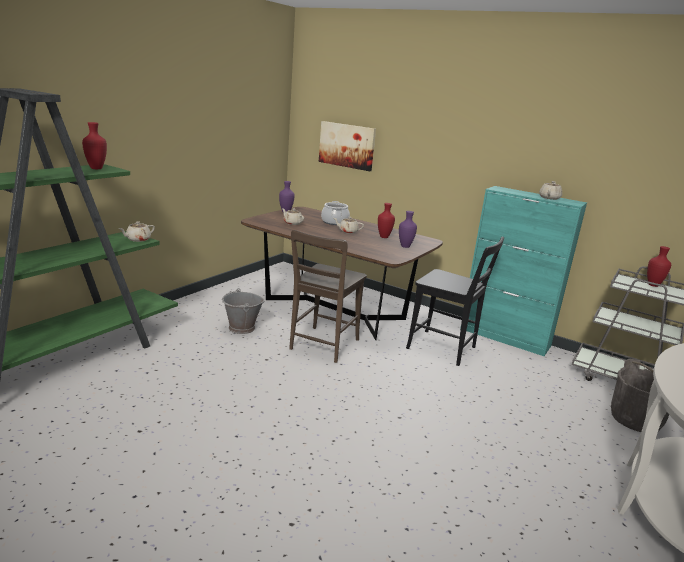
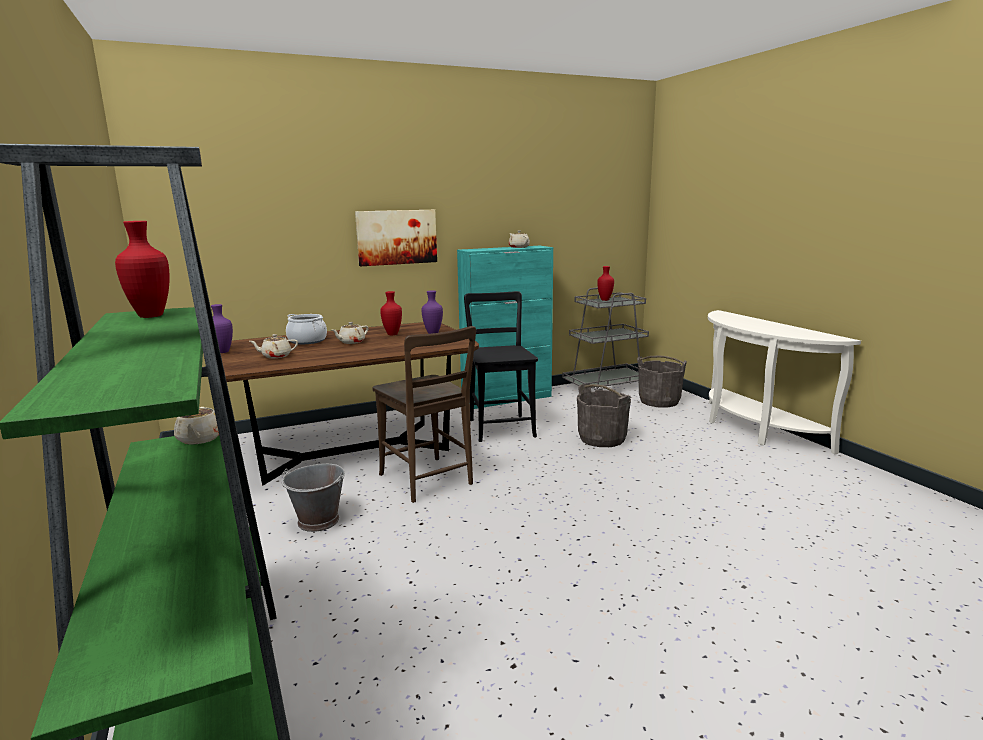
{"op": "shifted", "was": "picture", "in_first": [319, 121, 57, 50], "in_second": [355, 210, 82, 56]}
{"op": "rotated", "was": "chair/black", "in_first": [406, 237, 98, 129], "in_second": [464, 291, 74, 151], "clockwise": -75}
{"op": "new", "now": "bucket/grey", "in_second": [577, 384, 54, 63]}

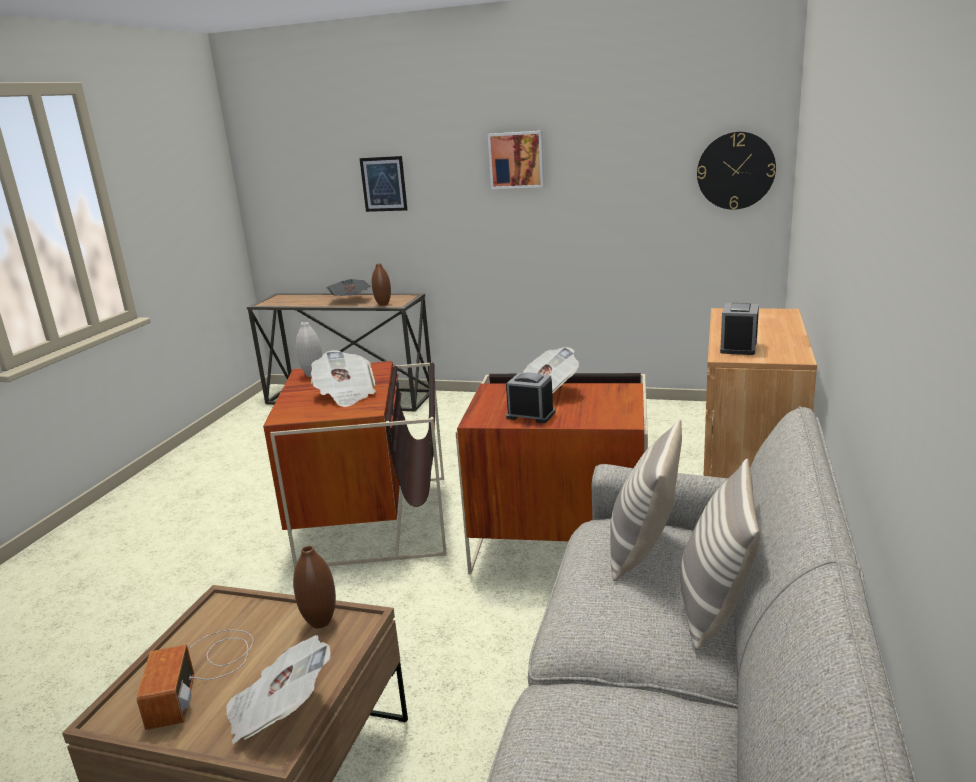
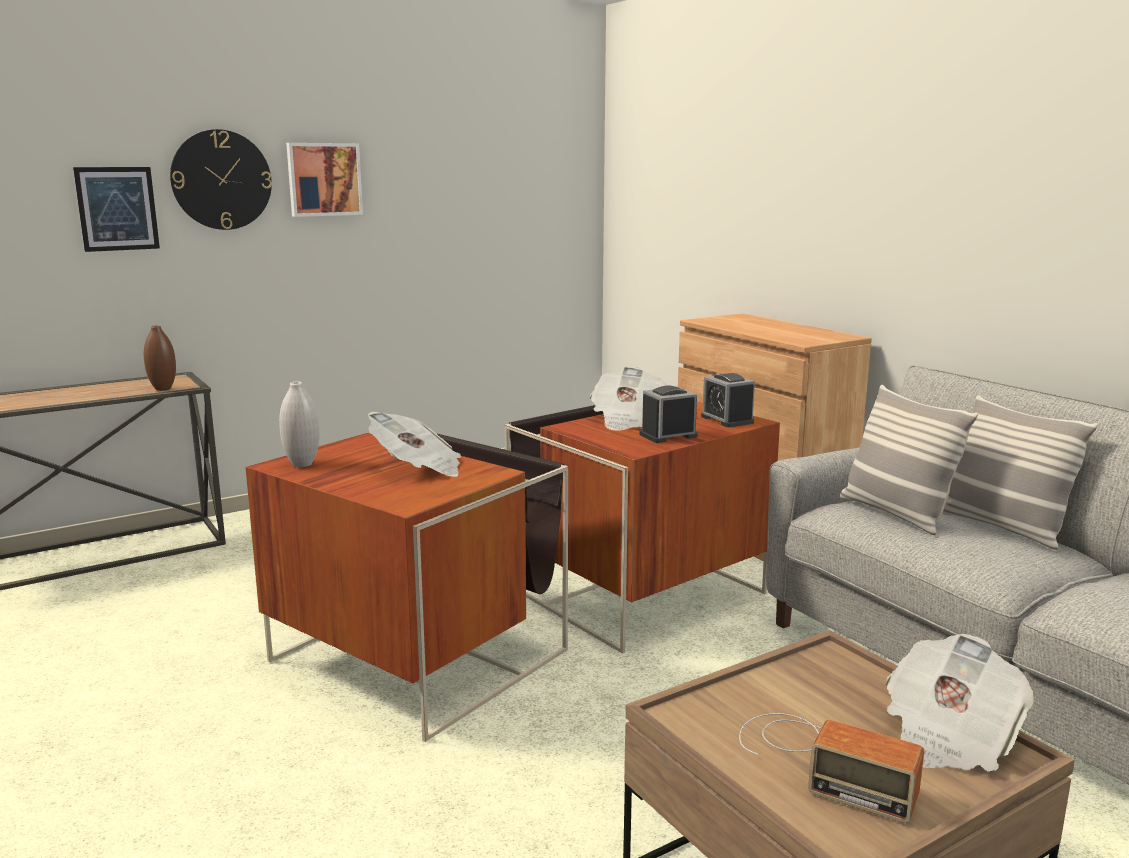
{"op": "gone", "was": "vase/brown", "in_first": [293, 546, 43, 82]}
{"op": "gone", "was": "newspaper", "in_first": [326, 279, 44, 17]}
{"op": "shifted", "was": "wall clock", "in_first": [697, 132, 79, 78], "in_second": [170, 129, 102, 101]}
{"op": "shifted", "was": "alarm clock", "in_first": [720, 303, 39, 52], "in_second": [701, 373, 54, 54]}

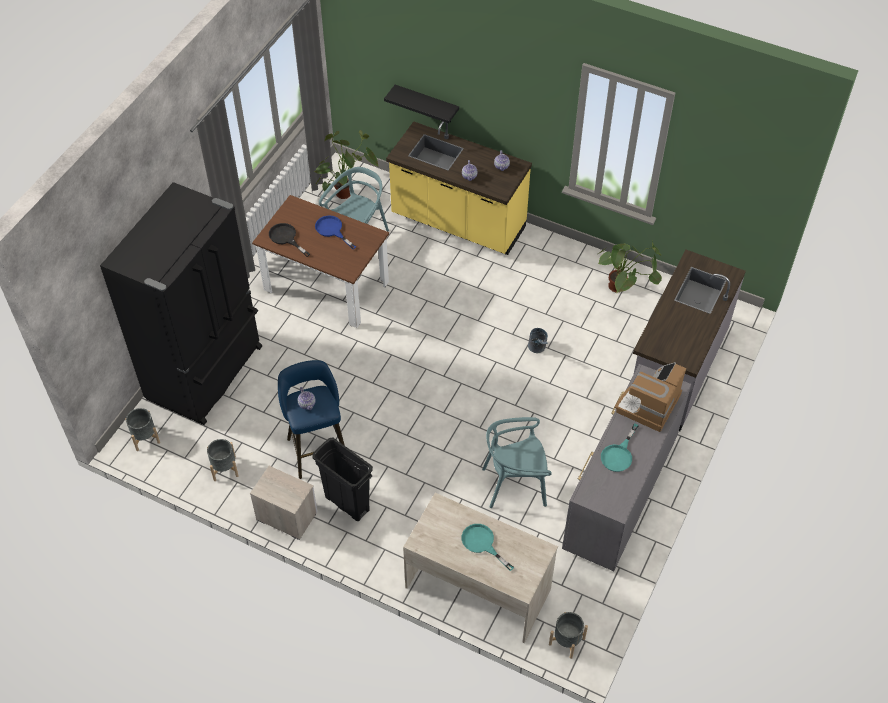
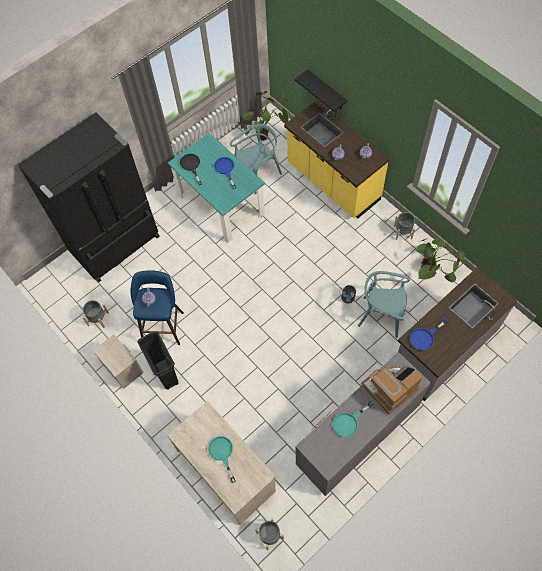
{"op": "shifted", "was": "planter/grey", "in_first": [125, 408, 35, 43], "in_second": [394, 212, 21, 28]}
{"op": "repainted", "was": "dining table/brown", "now": "dining table/turquoise", "in_first": [252, 195, 137, 133], "in_second": [168, 133, 97, 110]}
{"op": "shifted", "was": "chair/turquoise", "in_first": [482, 417, 70, 91], "in_second": [358, 271, 52, 67]}
{"op": "new", "now": "frying pan/blue", "in_second": [410, 318, 39, 32]}

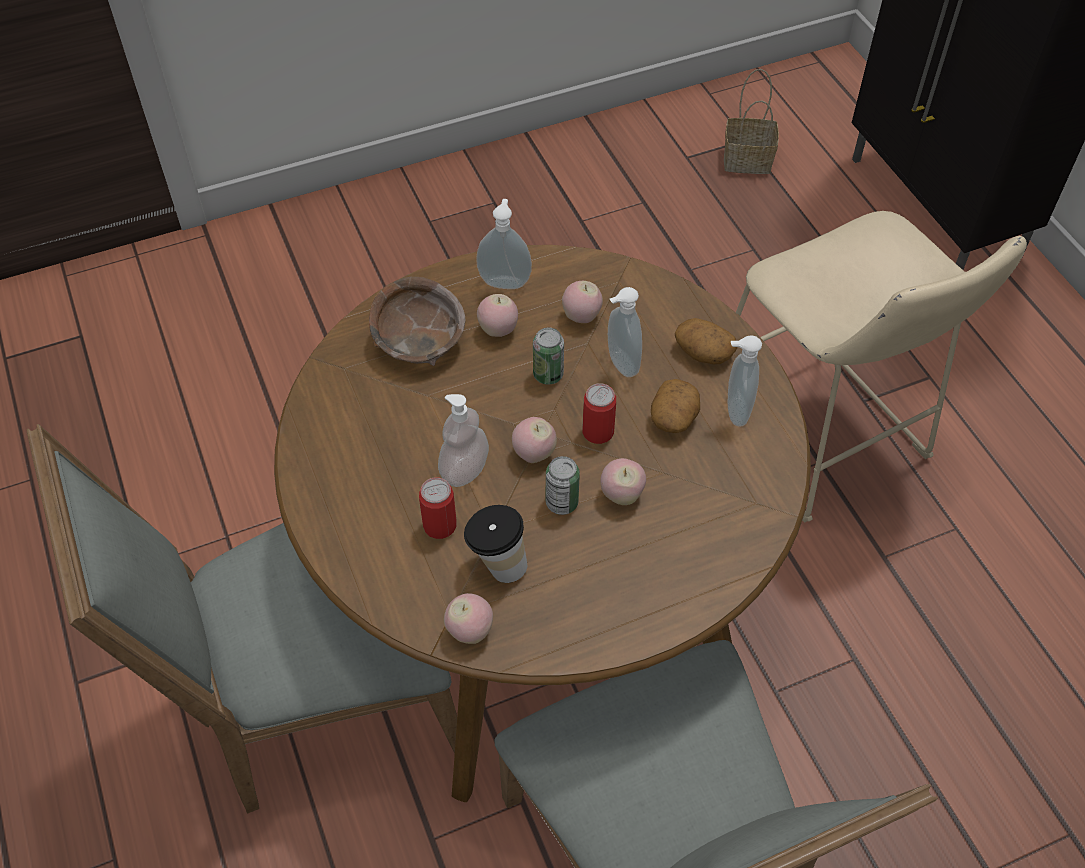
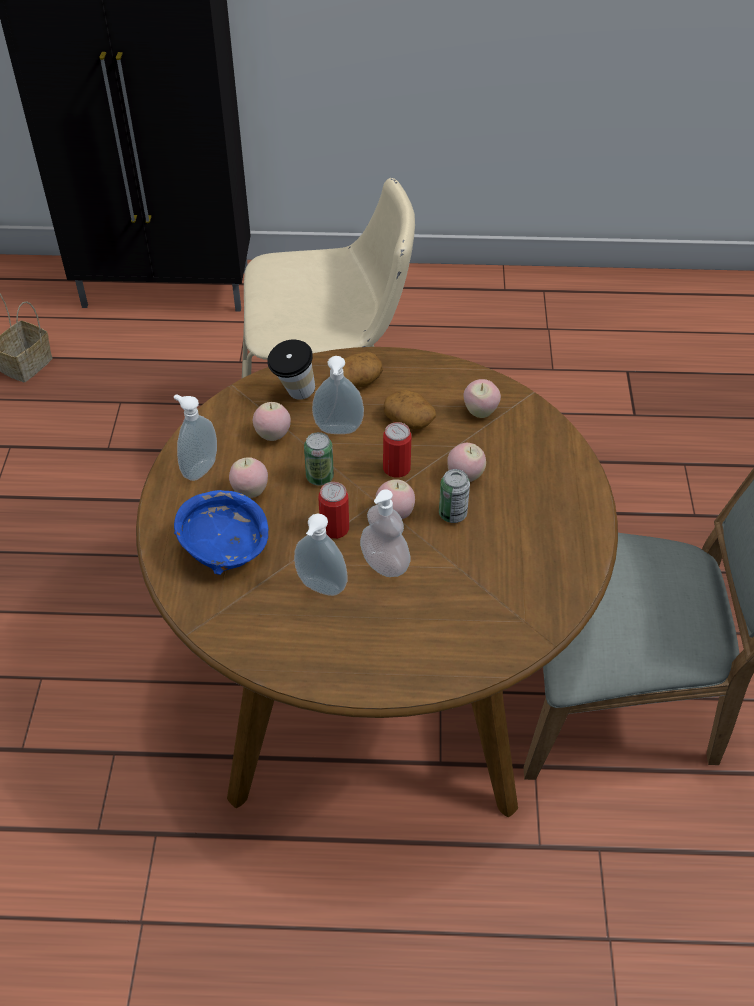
{"op": "gone", "was": "chair/grey", "in_first": [27, 424, 430, 390]}
{"op": "repainted", "was": "bowl/brown", "now": "bowl/blue", "in_first": [369, 277, 97, 89], "in_second": [174, 490, 94, 85]}
{"op": "shifted", "was": "can", "in_first": [419, 477, 38, 62], "in_second": [318, 482, 31, 57]}
{"op": "shifted", "was": "apple", "in_first": [444, 593, 49, 51], "in_second": [463, 379, 38, 39]}
{"op": "shifted", "was": "cup", "in_first": [464, 505, 63, 78], "in_second": [267, 340, 48, 60]}
{"op": "shifted", "was": "soap dispenser", "in_first": [728, 335, 34, 92], "in_second": [294, 513, 53, 83]}

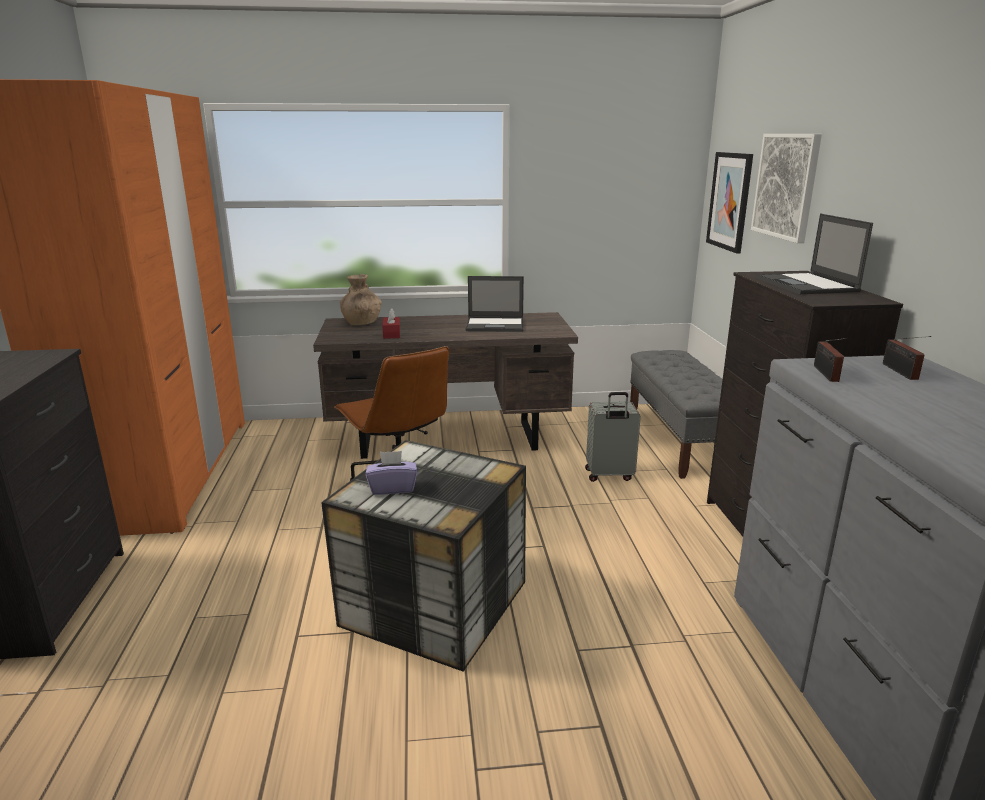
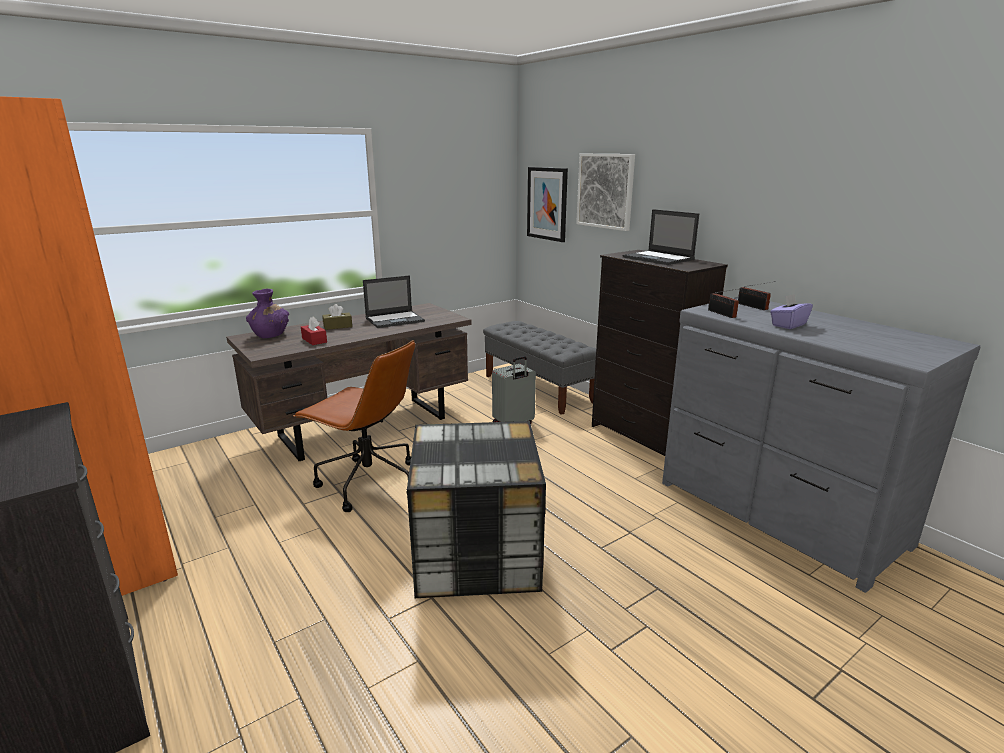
{"op": "repainted", "was": "vase/brown", "now": "vase/purple", "in_first": [340, 274, 42, 51], "in_second": [246, 289, 43, 49]}
{"op": "shifted", "was": "tissue box/purple", "in_first": [366, 451, 51, 44], "in_second": [770, 294, 43, 35]}
{"op": "new", "now": "tissue box/brown", "in_second": [322, 304, 30, 26]}

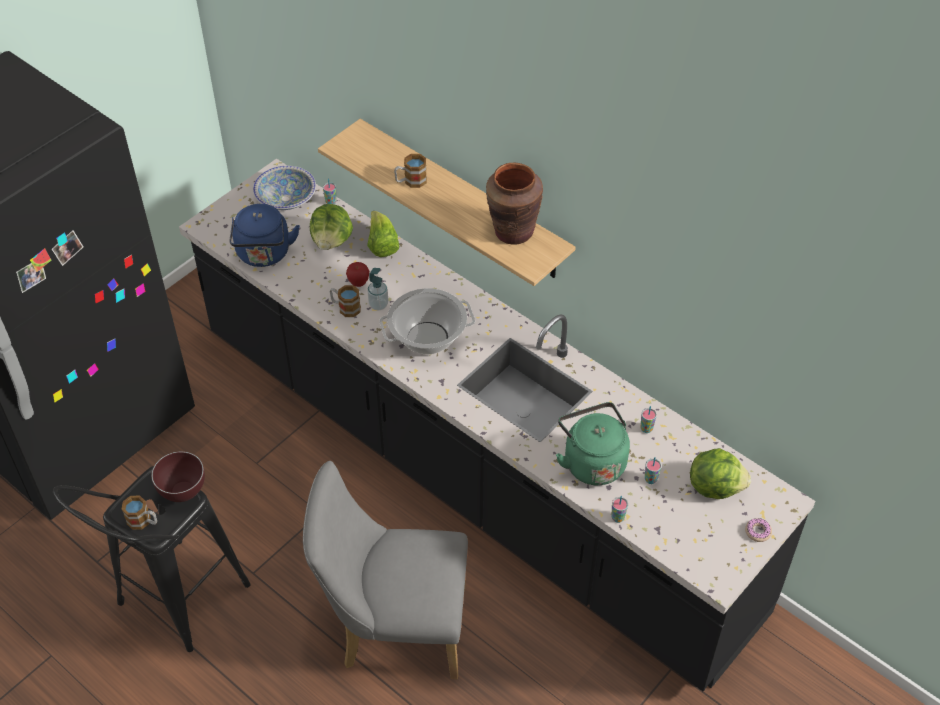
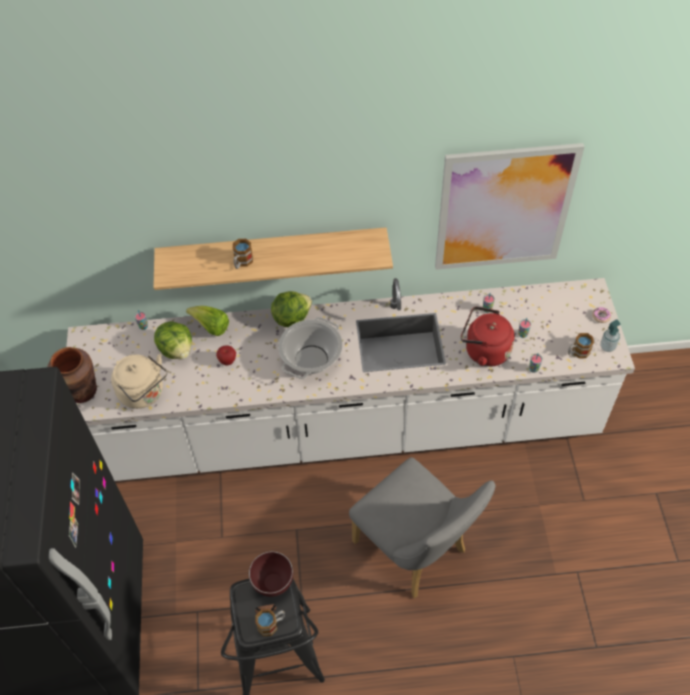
{"op": "repainted", "was": "counter/black", "now": "counter/white", "in_first": [179, 159, 636, 532], "in_second": [66, 278, 569, 203]}
{"op": "repainted", "was": "kettle/blue", "now": "kettle/beige", "in_first": [230, 204, 70, 63], "in_second": [111, 354, 56, 55]}
{"op": "gone", "was": "bowl", "in_first": [253, 166, 63, 44]}
{"op": "rotated", "was": "chair/grey", "in_first": [303, 461, 165, 218], "in_second": [349, 457, 146, 141], "clockwise": -90}
{"op": "shifted", "was": "mug", "in_first": [330, 285, 31, 32], "in_second": [568, 333, 26, 26]}
{"op": "shifted", "was": "soap dispenser", "in_first": [367, 268, 21, 42], "in_second": [600, 319, 20, 33]}
{"op": "shifted", "was": "vase/brown", "in_first": [486, 163, 57, 82], "in_second": [48, 347, 49, 56]}
{"op": "repainted", "was": "kettle/green", "now": "kettle/red", "in_first": [556, 402, 74, 83], "in_second": [461, 306, 54, 61]}
{"op": "shifted", "was": "lettuce", "in_first": [690, 448, 61, 51], "in_second": [271, 291, 41, 36]}
{"op": "new", "now": "picture", "in_second": [435, 143, 149, 127]}

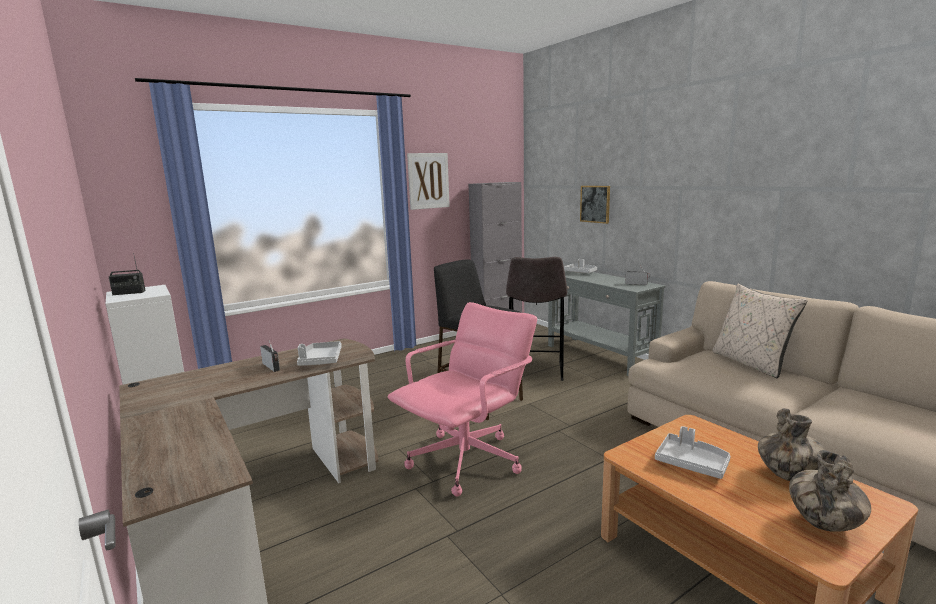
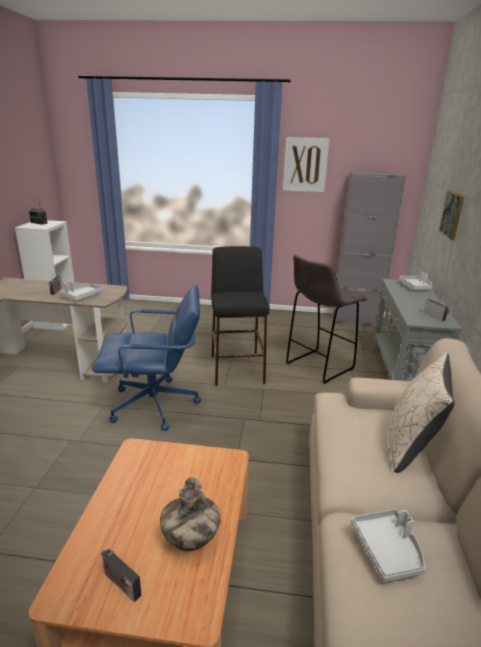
{"op": "repainted", "was": "office chair/pink", "now": "office chair/blue", "in_first": [388, 302, 149, 195], "in_second": [92, 285, 109, 146]}
{"op": "shifted", "was": "tray/grey", "in_first": [655, 426, 75, 53], "in_second": [351, 509, 74, 73]}
{"op": "swapped", "was": "vase", "now": "radio", "in_first": [789, 450, 82, 82], "in_second": [101, 549, 40, 53]}

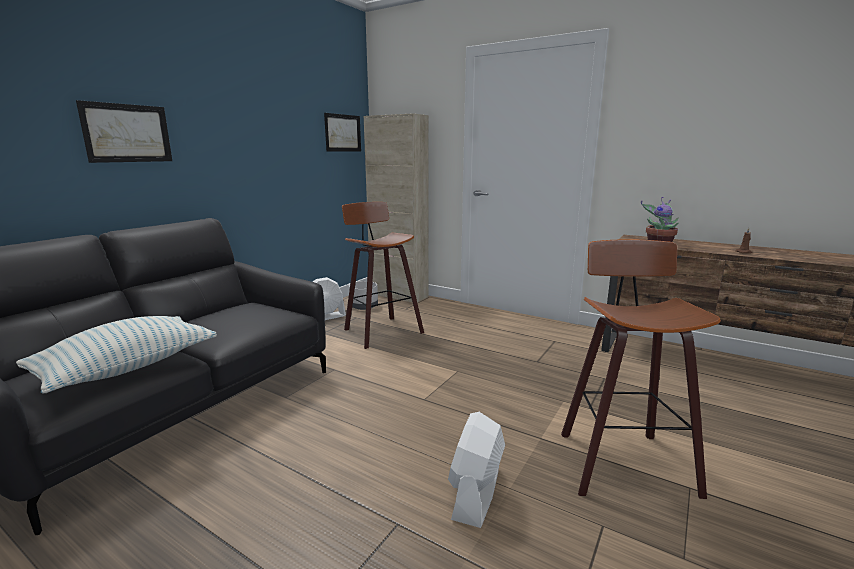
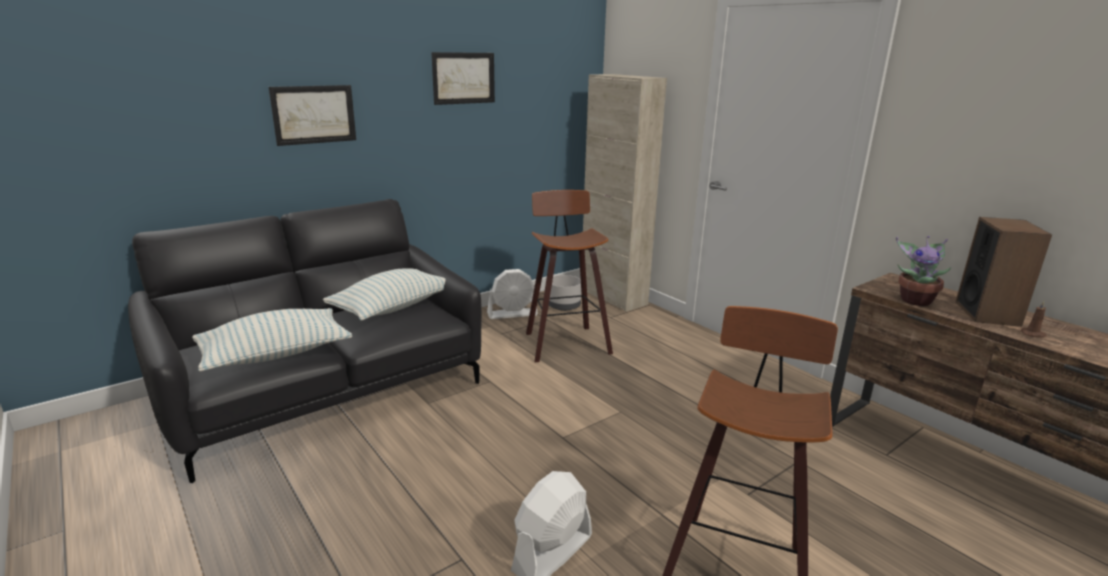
{"op": "shifted", "was": "picture", "in_first": [324, 113, 37, 38], "in_second": [431, 52, 64, 53]}
{"op": "new", "now": "pillow", "in_second": [323, 268, 122, 52]}
{"op": "new", "now": "speaker", "in_second": [955, 217, 97, 110]}

